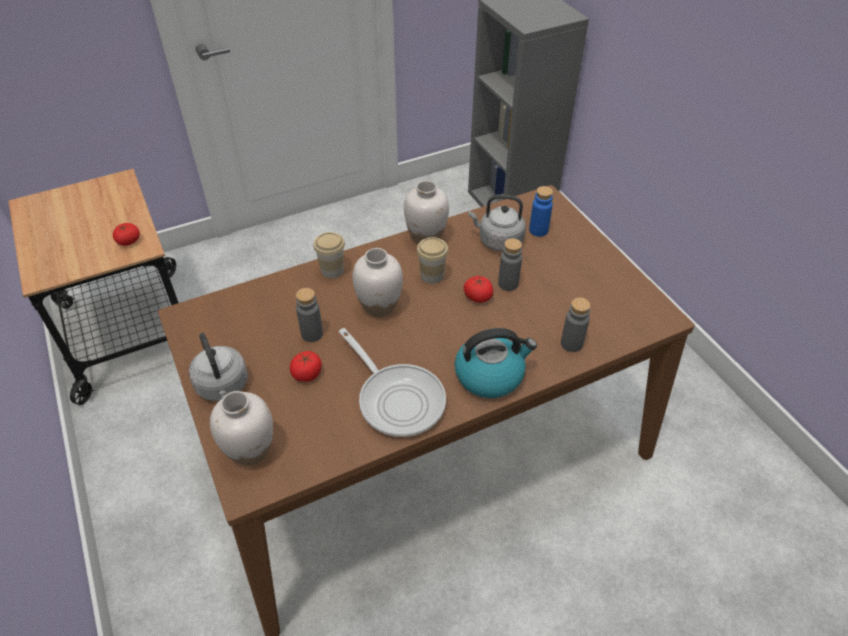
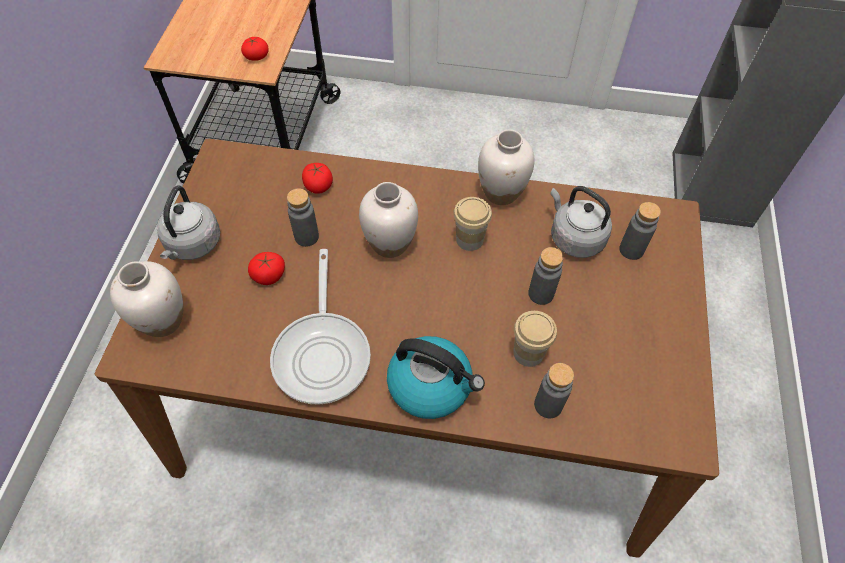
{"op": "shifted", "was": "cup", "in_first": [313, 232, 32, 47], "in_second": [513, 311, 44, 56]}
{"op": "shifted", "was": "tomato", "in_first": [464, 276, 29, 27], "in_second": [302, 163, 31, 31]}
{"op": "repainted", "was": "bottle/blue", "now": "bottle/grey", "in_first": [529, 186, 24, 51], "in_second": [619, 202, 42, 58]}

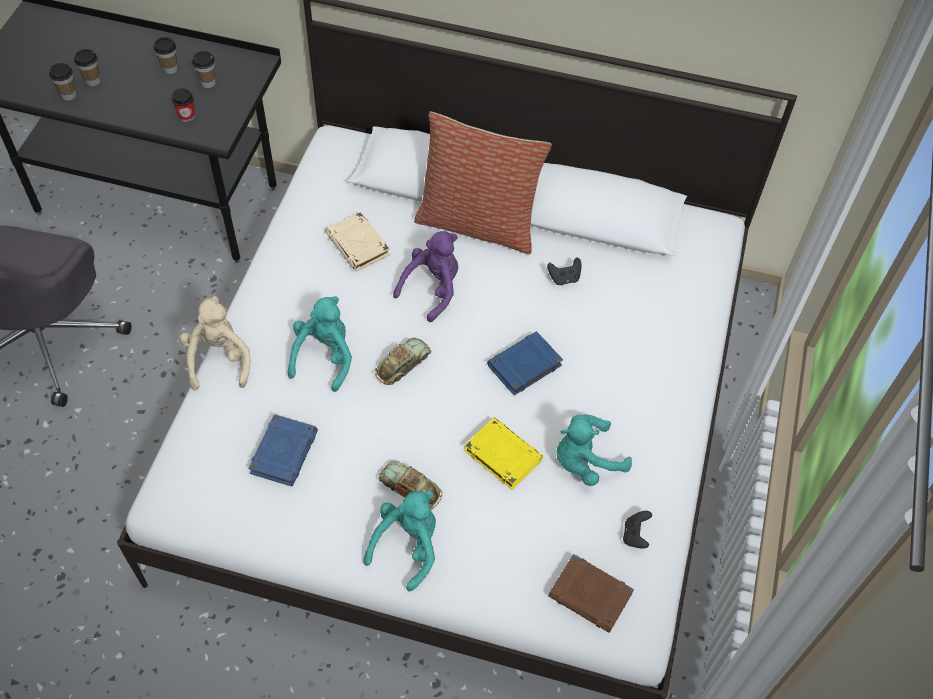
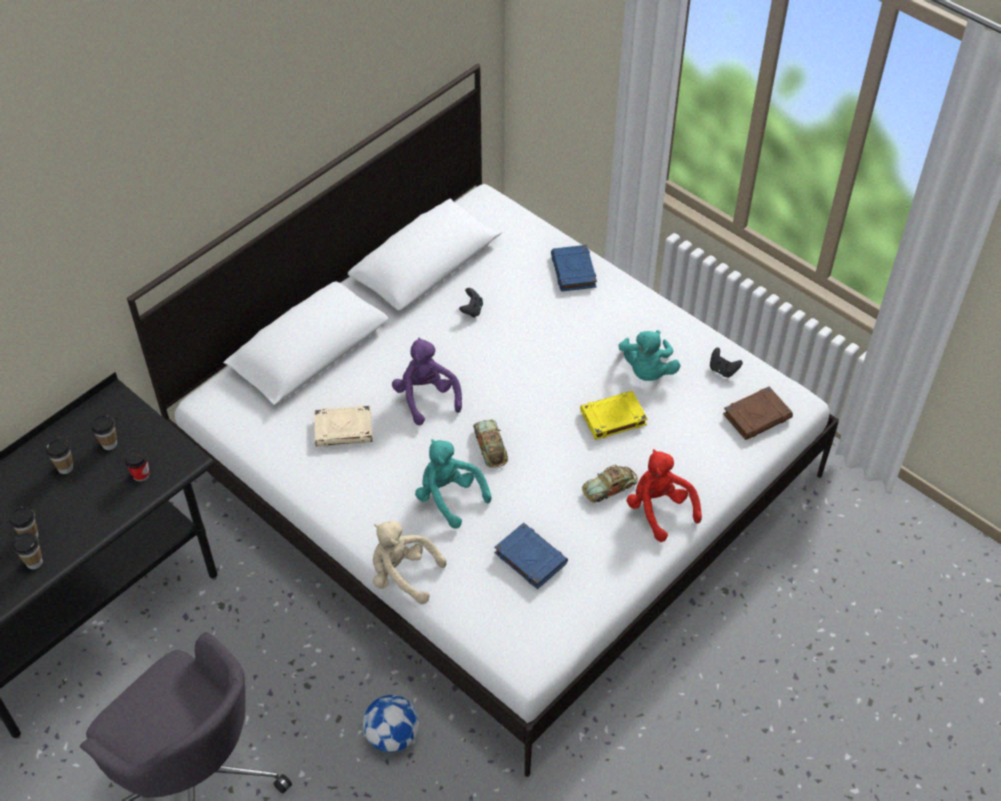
{"op": "repainted", "was": "plush toy/turquoise", "now": "plush toy/red", "in_first": [364, 491, 72, 100], "in_second": [627, 449, 75, 93]}
{"op": "gone", "was": "pillow", "in_first": [414, 112, 138, 142]}
{"op": "shifted", "was": "book/blue", "in_first": [487, 331, 76, 64], "in_second": [551, 245, 46, 46]}
{"op": "new", "now": "football", "in_second": [363, 695, 56, 57]}

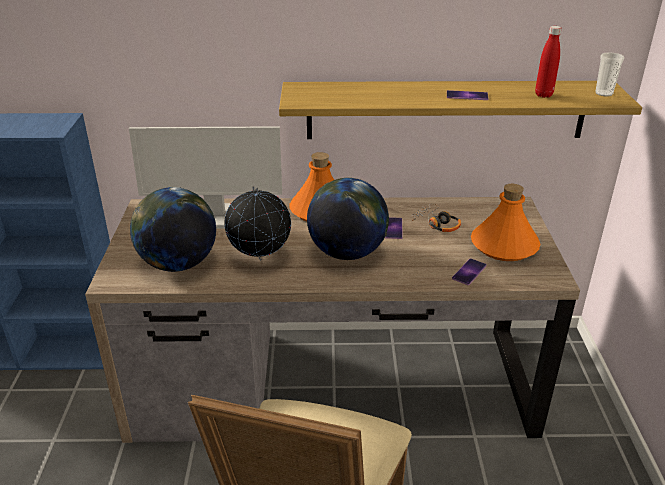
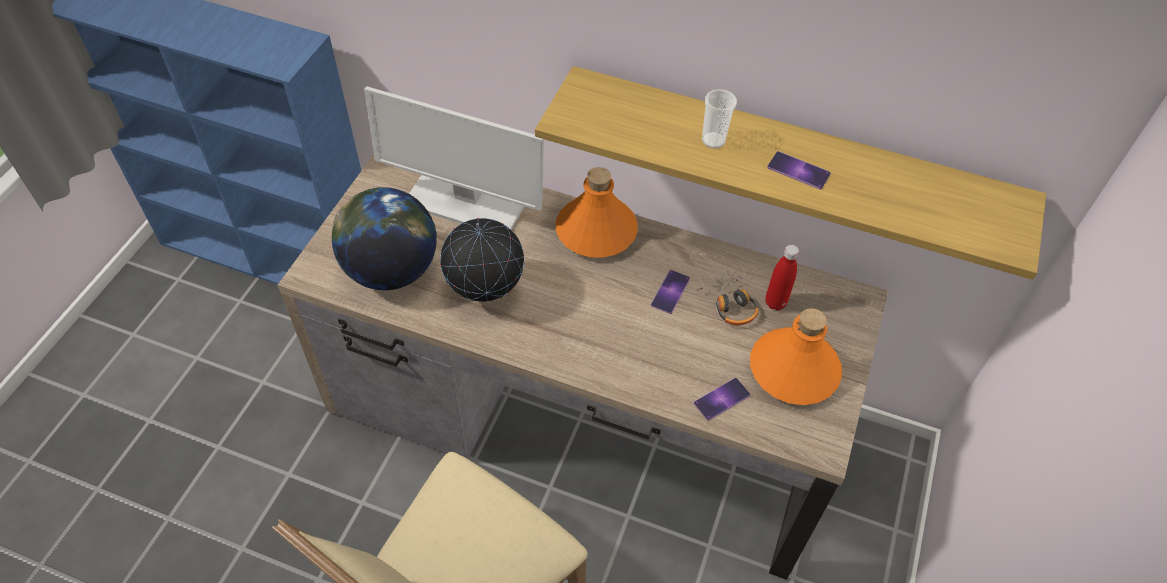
{"op": "gone", "was": "globe", "in_first": [307, 178, 82, 82]}
{"op": "shifted", "was": "bottle/red", "in_first": [535, 26, 27, 72], "in_second": [765, 245, 34, 66]}
{"op": "shifted", "was": "cup", "in_first": [595, 52, 29, 44], "in_second": [702, 89, 35, 60]}

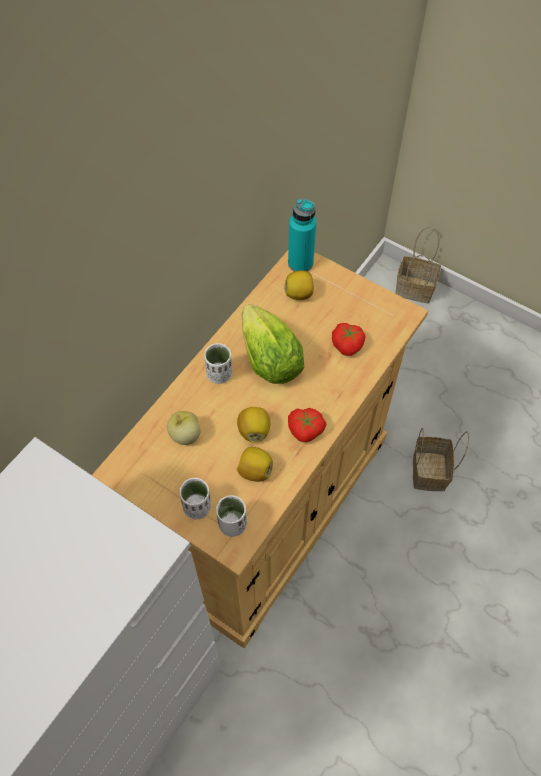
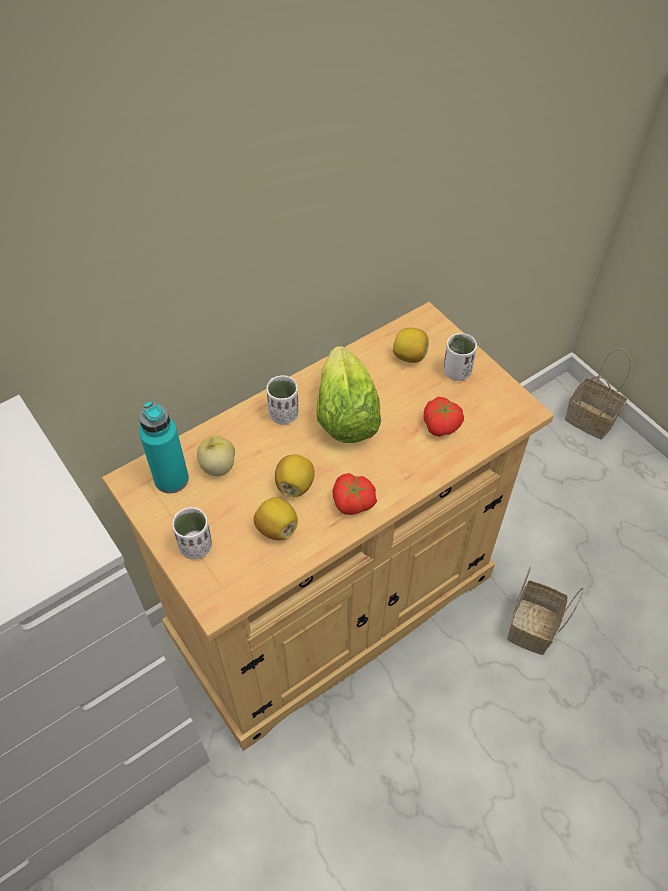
{"op": "shifted", "was": "cup/white", "in_first": [216, 495, 31, 42], "in_second": [443, 333, 34, 48]}
{"op": "shifted", "was": "bottle/turquoise", "in_first": [288, 199, 28, 73], "in_second": [139, 401, 50, 92]}

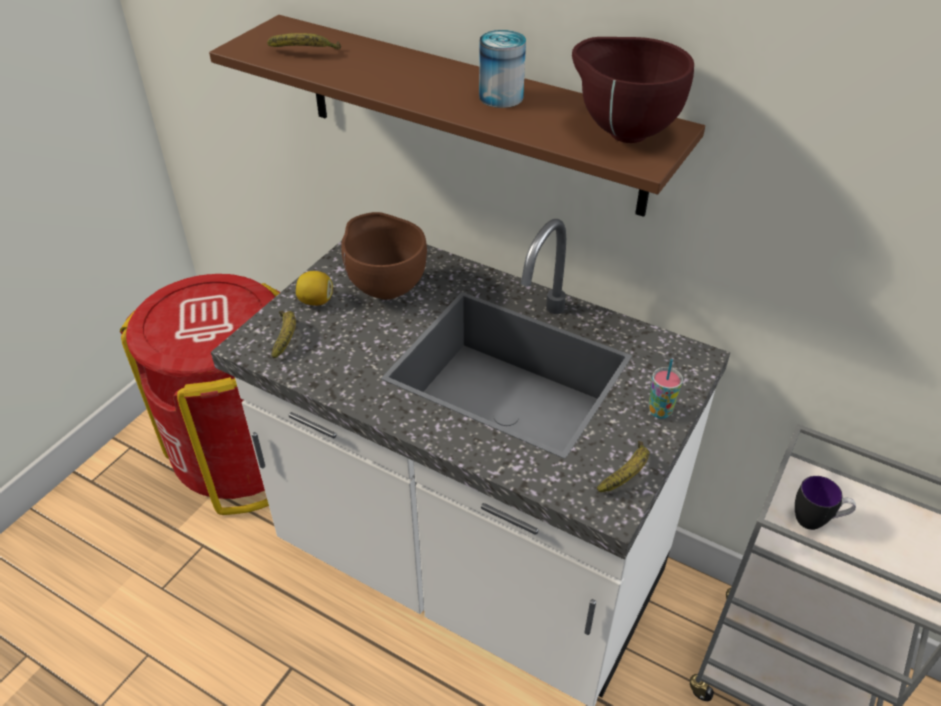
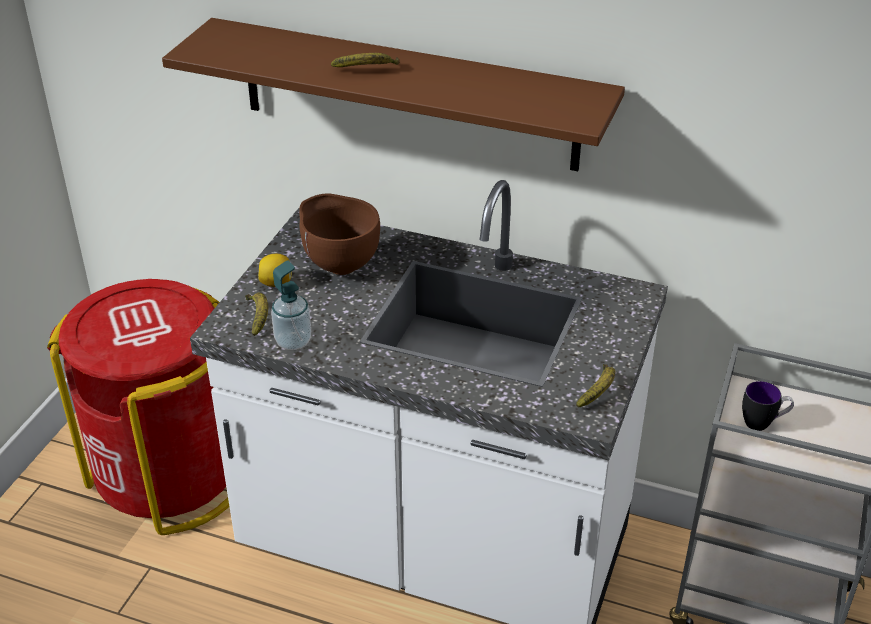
{"op": "shifted", "was": "banana", "in_first": [267, 33, 74, 16], "in_second": [331, 53, 69, 14]}
{"op": "gone", "was": "can", "in_first": [479, 30, 47, 78]}
{"op": "gone", "was": "bowl/brown", "in_first": [572, 37, 122, 106]}
{"op": "gone", "was": "cup", "in_first": [649, 359, 34, 60]}
{"op": "new", "now": "soap dispenser", "in_second": [271, 260, 40, 90]}

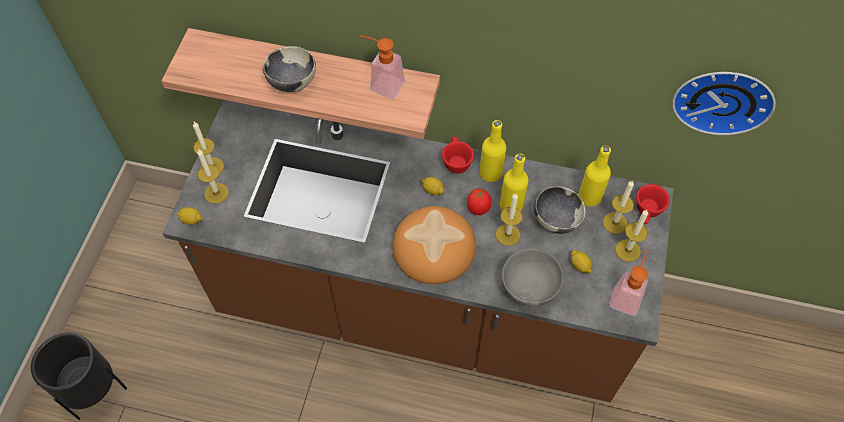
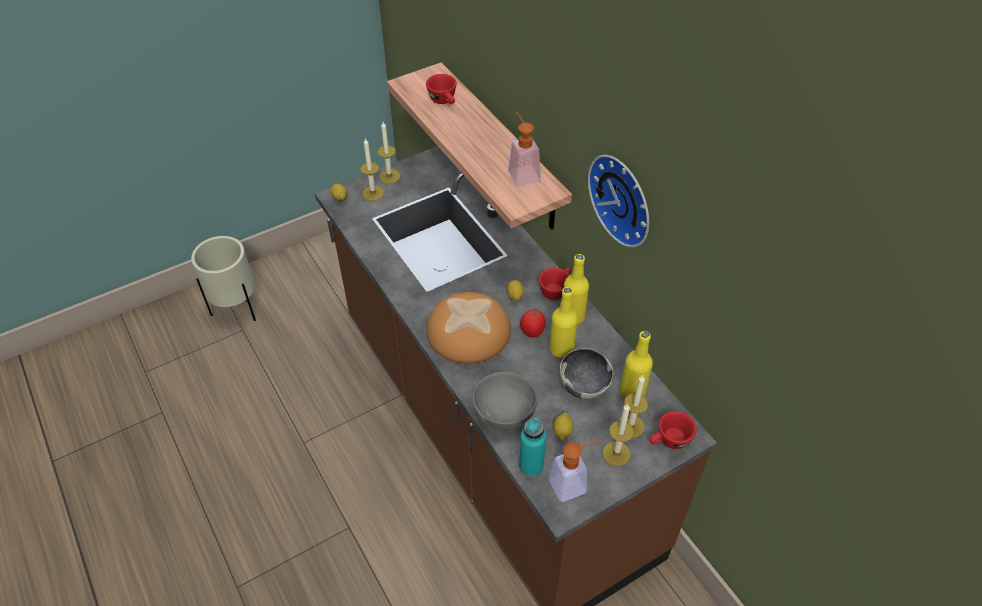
{"op": "repainted", "was": "planter/black", "now": "planter/beige", "in_first": [31, 332, 96, 88], "in_second": [191, 236, 65, 85]}
{"op": "gone", "was": "bowl", "in_first": [263, 46, 53, 46]}
{"op": "gone", "was": "candle", "in_first": [496, 193, 26, 53]}
{"op": "shifted", "was": "wall clock", "in_first": [672, 72, 104, 63], "in_second": [588, 155, 61, 93]}
{"op": "new", "now": "cup/red", "in_second": [426, 74, 31, 30]}
{"op": "new", "now": "bottle/turquoise", "in_second": [519, 417, 27, 60]}

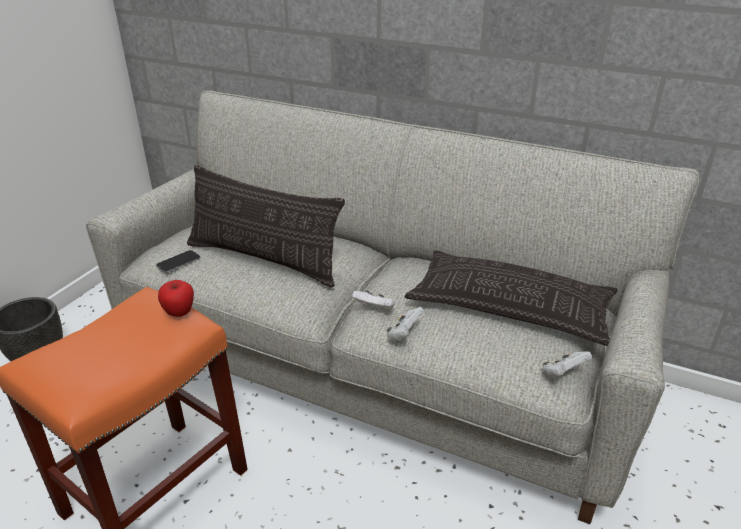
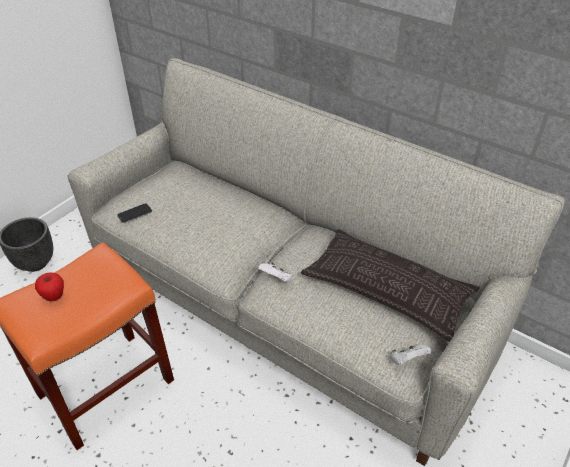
{"op": "shifted", "was": "apple", "in_first": [158, 280, 36, 37], "in_second": [35, 272, 29, 29]}
{"op": "gone", "was": "pillow", "in_first": [187, 165, 158, 122]}
{"op": "gone", "was": "game controller/white", "in_first": [387, 307, 37, 35]}

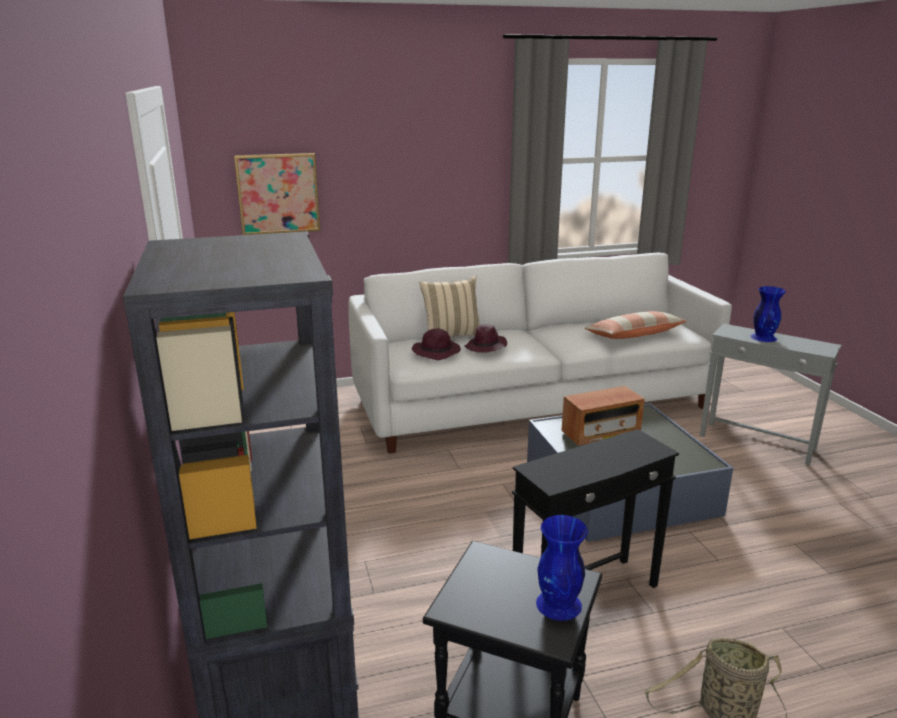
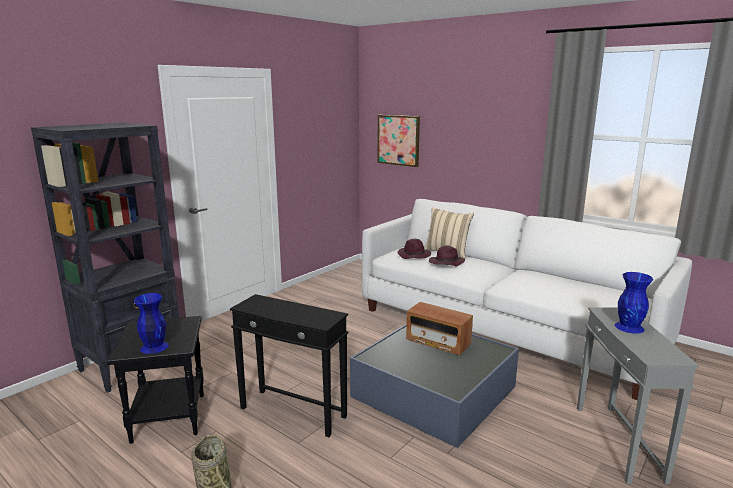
{"op": "gone", "was": "pillow", "in_first": [584, 311, 103, 28]}

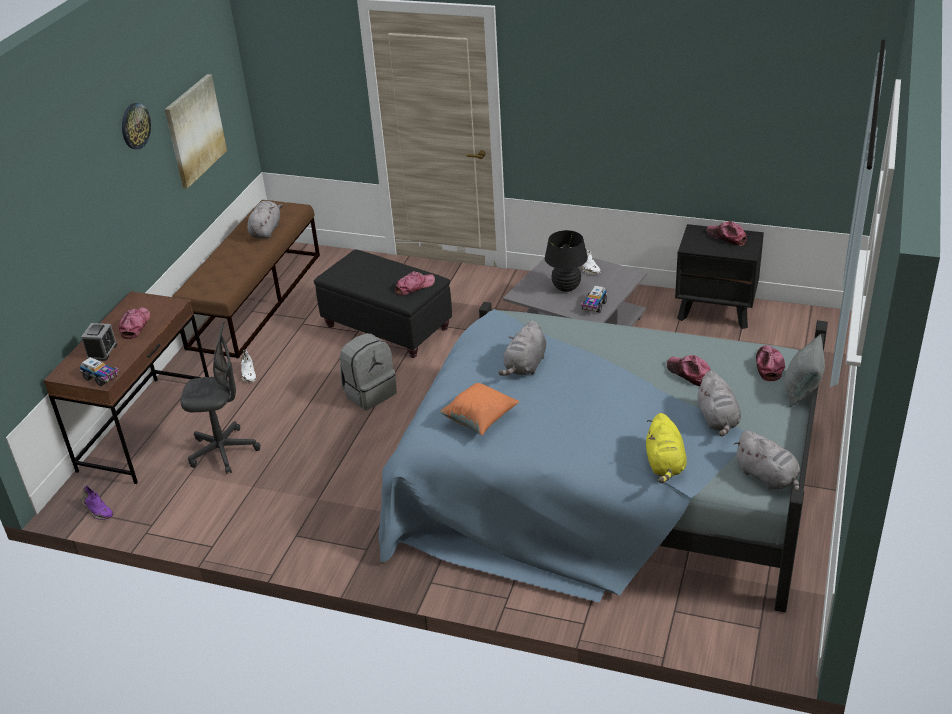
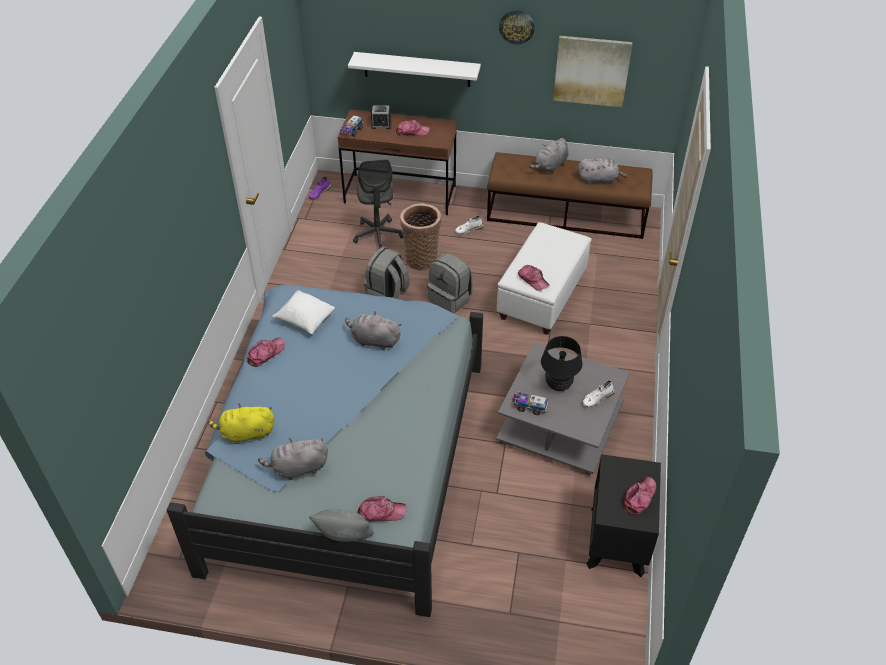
{"op": "repainted", "was": "ottoman/black", "now": "ottoman/white", "in_first": [314, 249, 138, 109], "in_second": [497, 222, 95, 113]}
{"op": "repainted", "was": "pillow/orange", "now": "pillow/white", "in_first": [440, 383, 80, 52], "in_second": [272, 290, 63, 44]}
{"op": "shifted", "was": "cap", "in_first": [667, 355, 44, 31], "in_second": [247, 338, 38, 29]}
{"op": "shifted", "was": "plush toy/grey", "in_first": [733, 431, 67, 59], "in_second": [529, 138, 40, 35]}
{"op": "new", "now": "shelf/white", "in_second": [348, 52, 133, 35]}
{"op": "new", "now": "backpack/grey", "in_second": [363, 247, 47, 52]}
{"op": "new", "now": "basket", "in_second": [400, 204, 41, 67]}

